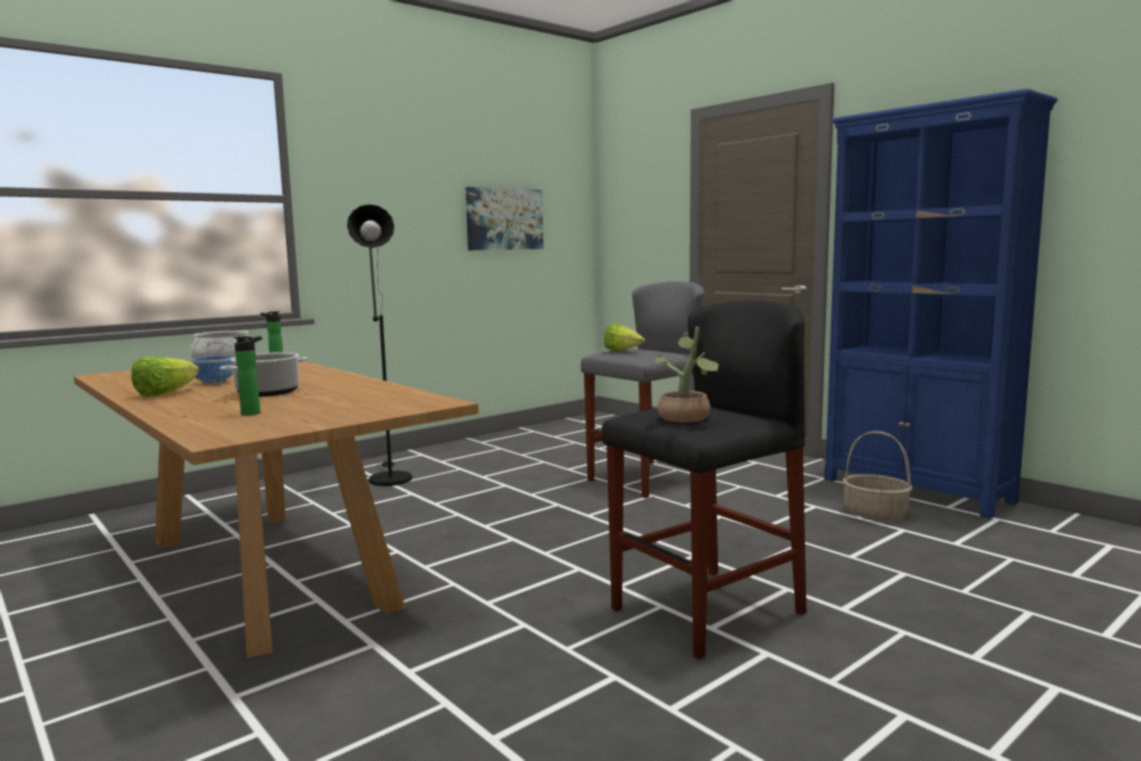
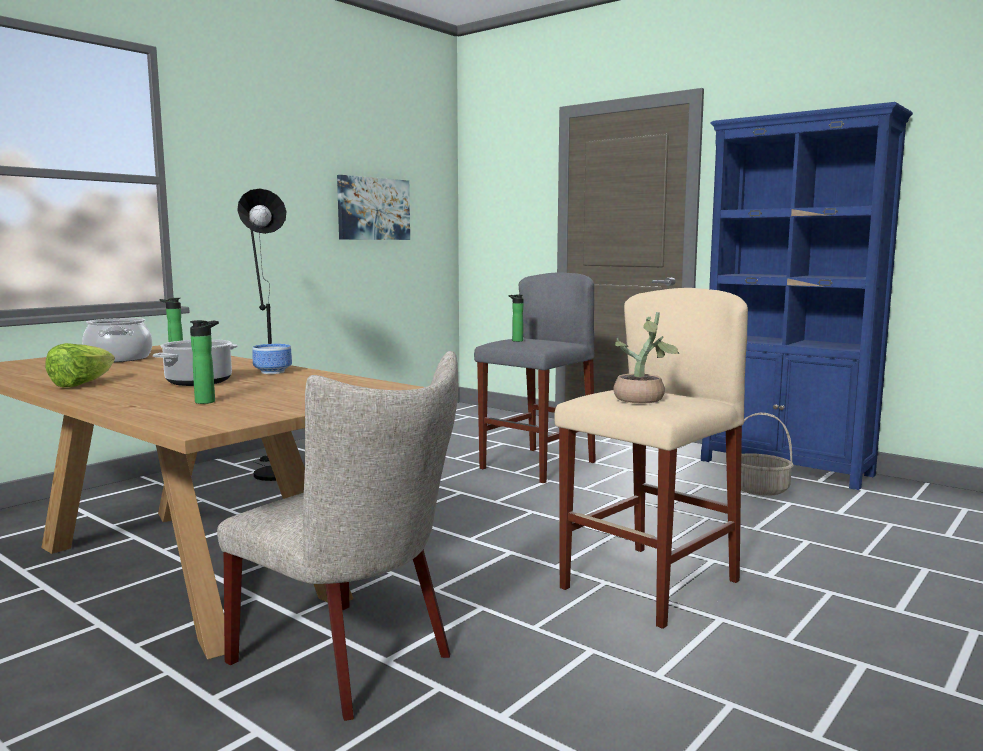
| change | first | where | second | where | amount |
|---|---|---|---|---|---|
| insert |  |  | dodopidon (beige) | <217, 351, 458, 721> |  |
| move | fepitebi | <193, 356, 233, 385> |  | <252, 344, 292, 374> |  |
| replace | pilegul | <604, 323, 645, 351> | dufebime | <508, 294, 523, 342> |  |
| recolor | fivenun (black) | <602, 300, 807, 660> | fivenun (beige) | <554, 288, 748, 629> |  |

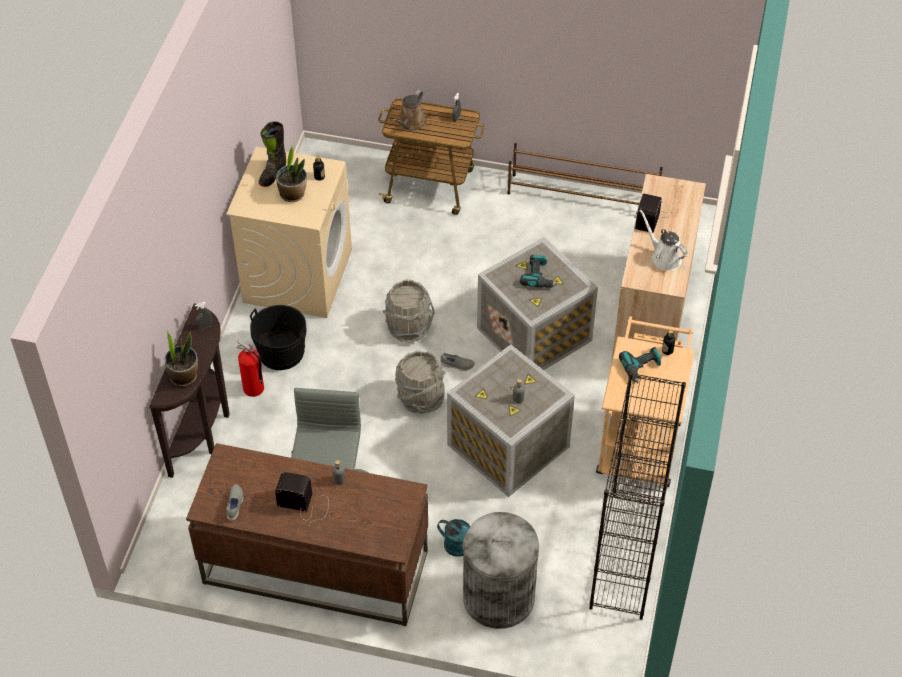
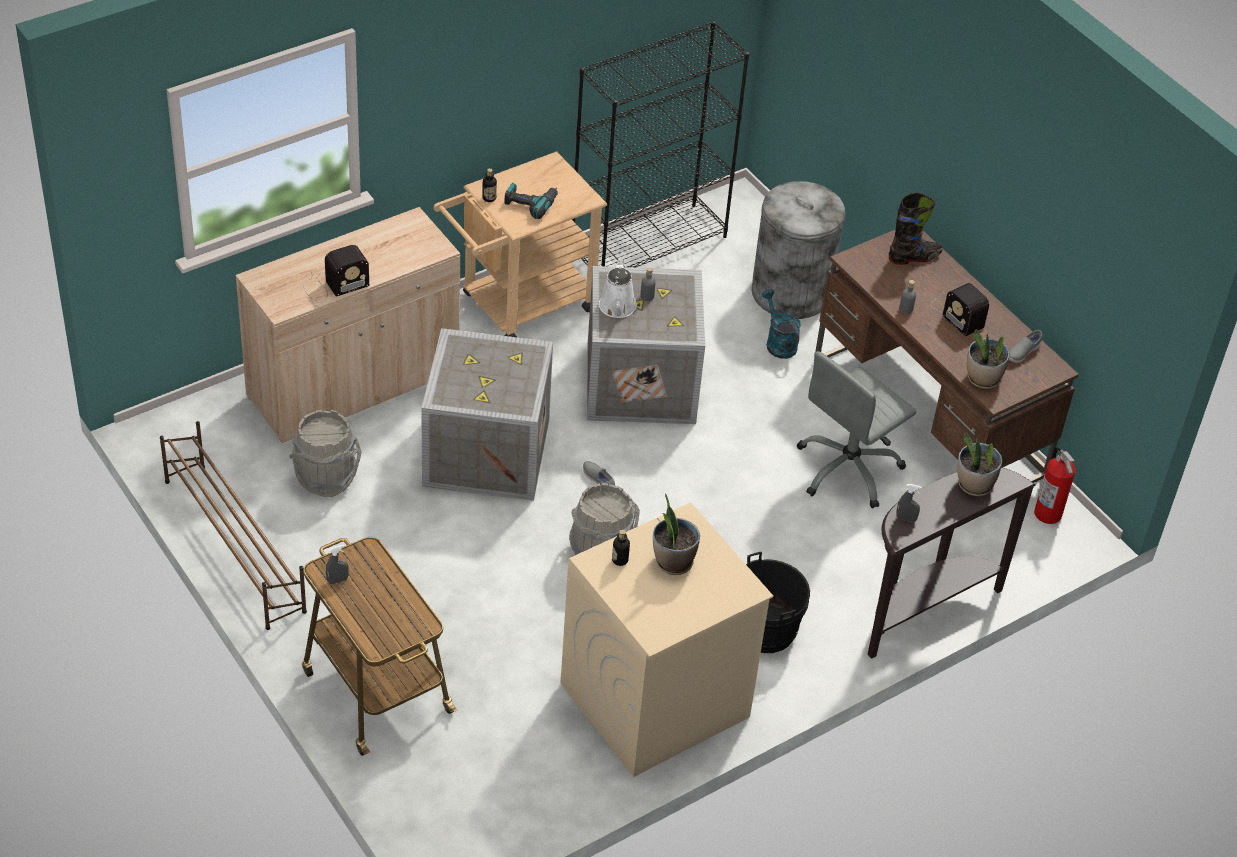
| change | first | where | second | where | amount |
|---|---|---|---|---|---|
| move | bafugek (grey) | <395, 351, 445, 414> |  | <289, 410, 362, 497> |  |
| move | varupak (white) | <639, 210, 688, 271> |  | <599, 260, 637, 318> |  |
| move | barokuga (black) | <258, 121, 286, 187> |  | <889, 192, 943, 265> |  |
| insert |  |  | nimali | <967, 330, 1010, 389> |  |
| move | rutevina | <236, 339, 264, 397> |  | <1034, 447, 1076, 524> |  |
| delete | varupak (brown) | <392, 90, 426, 131> |  |  |  |
| delete | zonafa | <520, 255, 557, 288> |  |  |  |

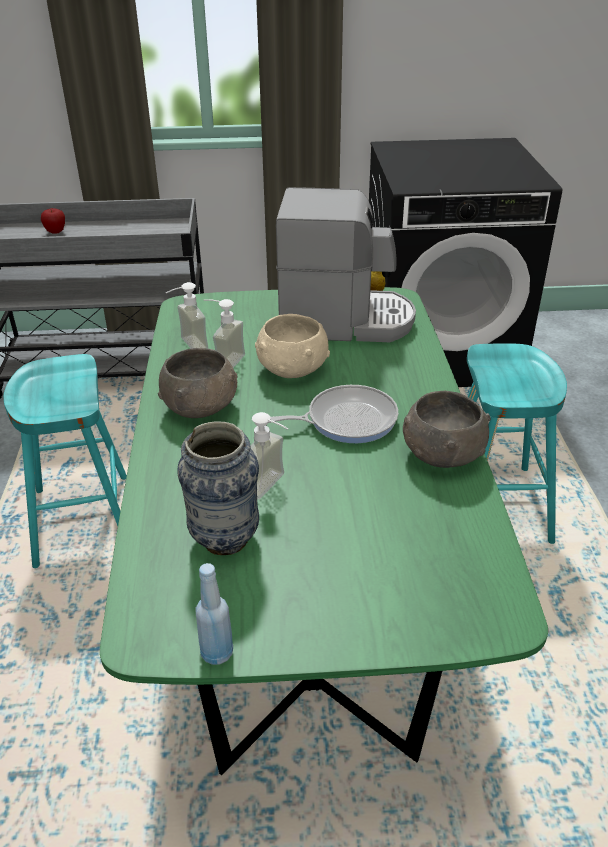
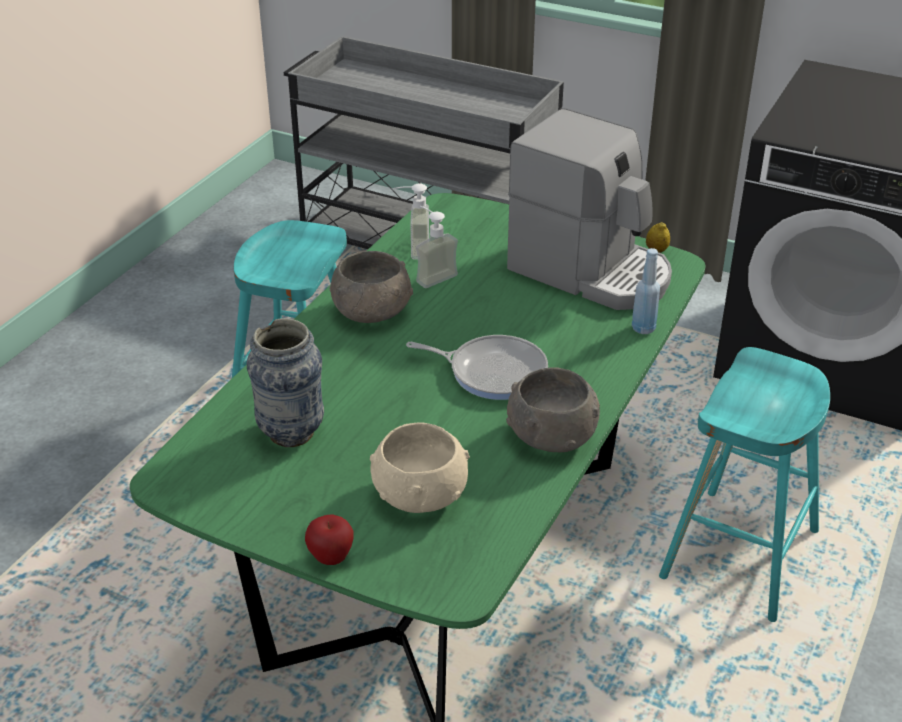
| change | first | where | second | where | amount |
|---|---|---|---|---|---|
| move | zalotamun | <41, 208, 65, 234> |  | <305, 514, 354, 565> |  |
| move | fepitebi (beige) | <255, 314, 330, 378> |  | <370, 422, 470, 513> |  |
| move | dufebime (blue) | <195, 563, 233, 665> |  | <632, 248, 660, 334> |  |
| delete | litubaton | <250, 412, 288, 499> |  |  |  |

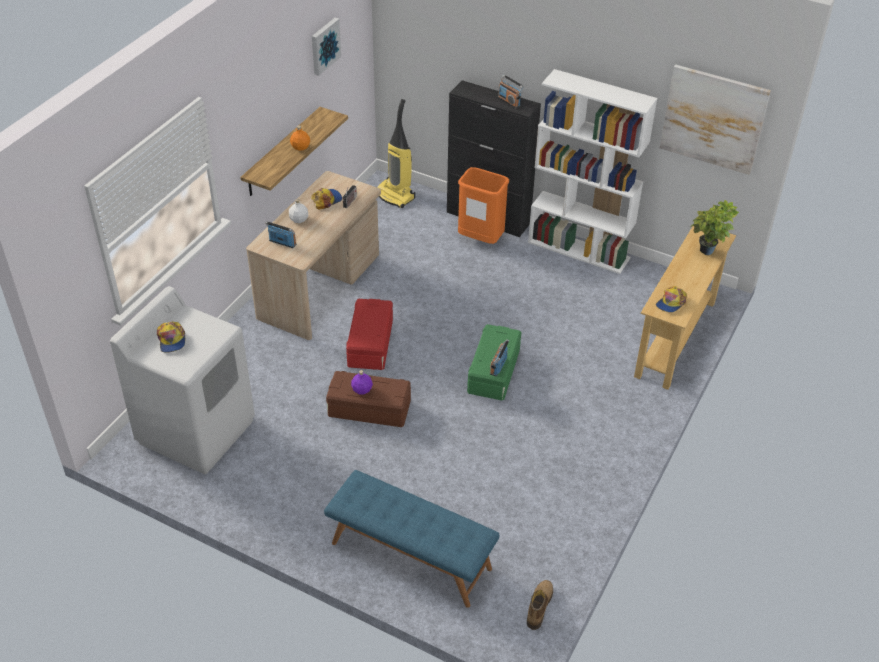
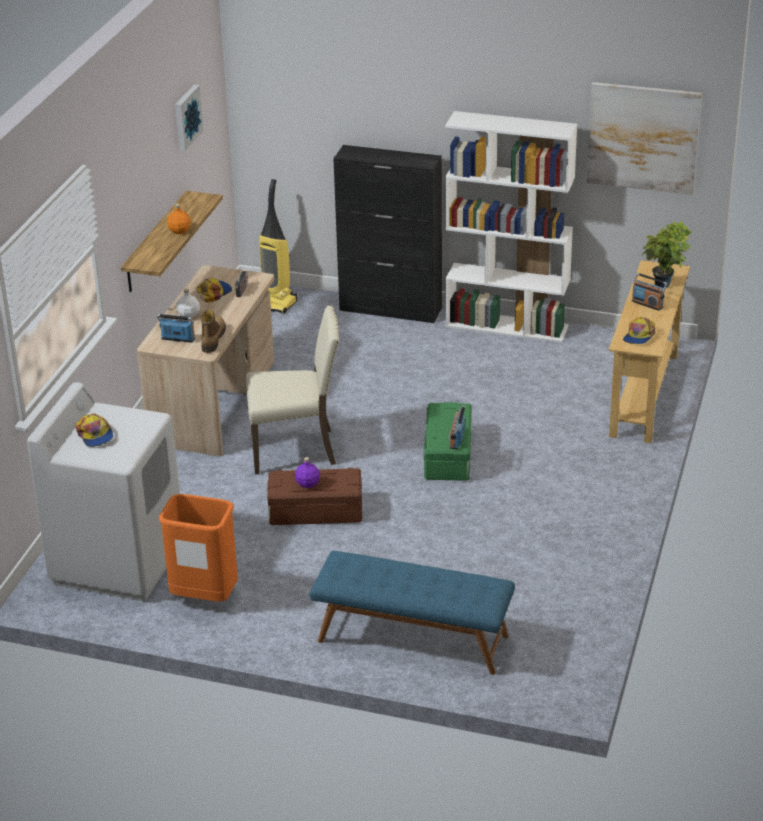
| change | first | where | second | where | amount |
|---|---|---|---|---|---|
| move | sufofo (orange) | <458, 167, 509, 244> |  | <159, 494, 238, 602> |  |
| move | barokuga | <527, 580, 553, 630> |  | <201, 310, 226, 353> |  |
| replace | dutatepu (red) | <346, 299, 393, 370> | dodopidon (beige) | <246, 306, 339, 474> |  |
| move | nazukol | <498, 75, 524, 108> |  | <632, 273, 667, 311> |  |

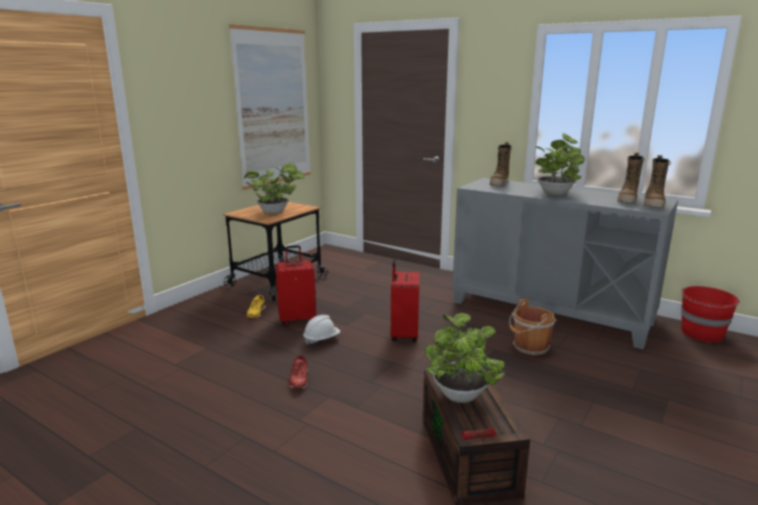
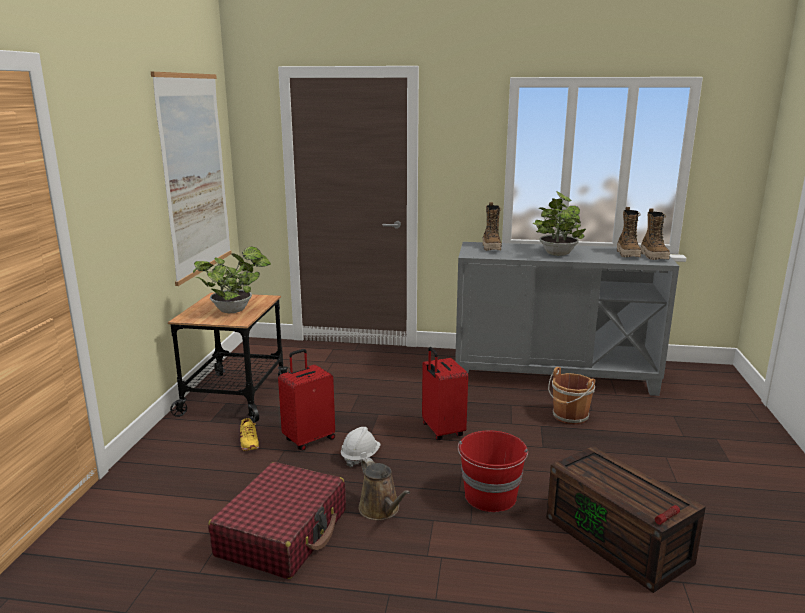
| change | first | where | second | where | amount |
|---|---|---|---|---|---|
| insert |  |  | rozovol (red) | <208, 462, 346, 579> |  |
| replace | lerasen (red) | <289, 355, 308, 389> | varupak (brown) | <359, 458, 410, 520> |  |
| move | bafugek (red) | <681, 286, 740, 342> |  | <458, 430, 528, 512> |  |
| delete | nimali | <425, 313, 505, 403> |  |  |  |

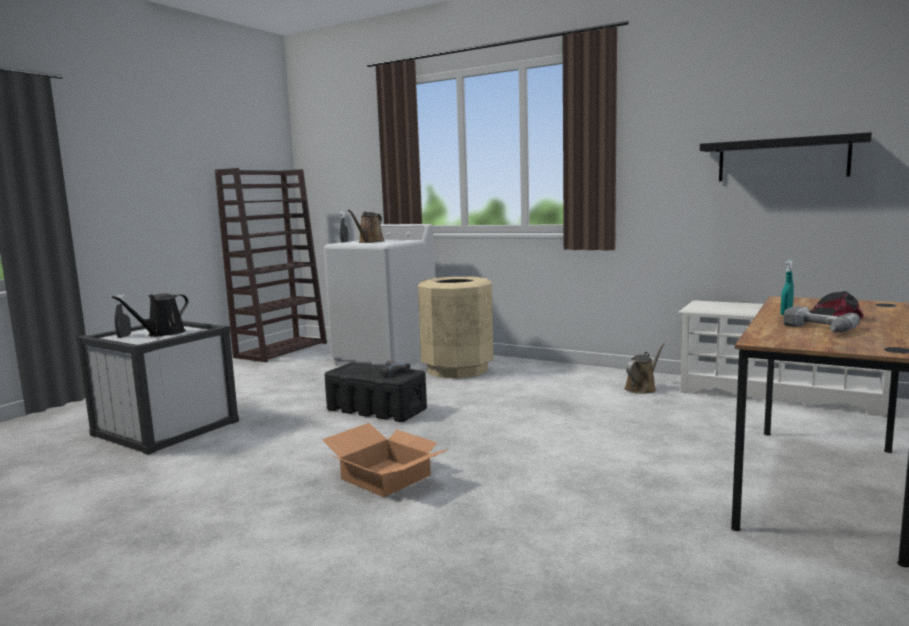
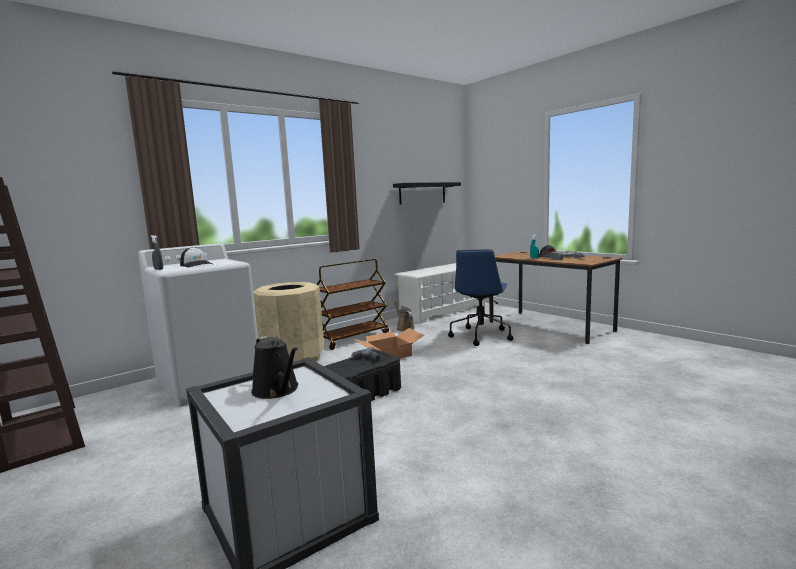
| change | first | where | second | where | amount |
|---|---|---|---|---|---|
| replace | varupak (brown) | <348, 210, 384, 243> | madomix | <180, 247, 213, 267> |  |
| insert |  |  | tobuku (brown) | <316, 259, 389, 350> |  |
| move | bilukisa | <322, 423, 449, 497> |  | <354, 328, 425, 358> |  |
| insert |  |  | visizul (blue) | <448, 249, 514, 346> |  |
| delete | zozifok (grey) | <115, 294, 131, 338> |  |  |  |

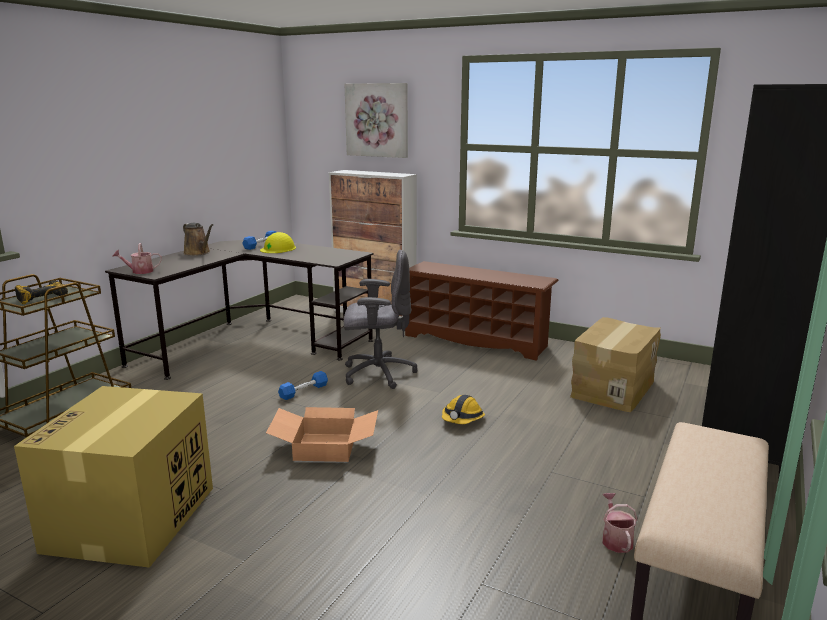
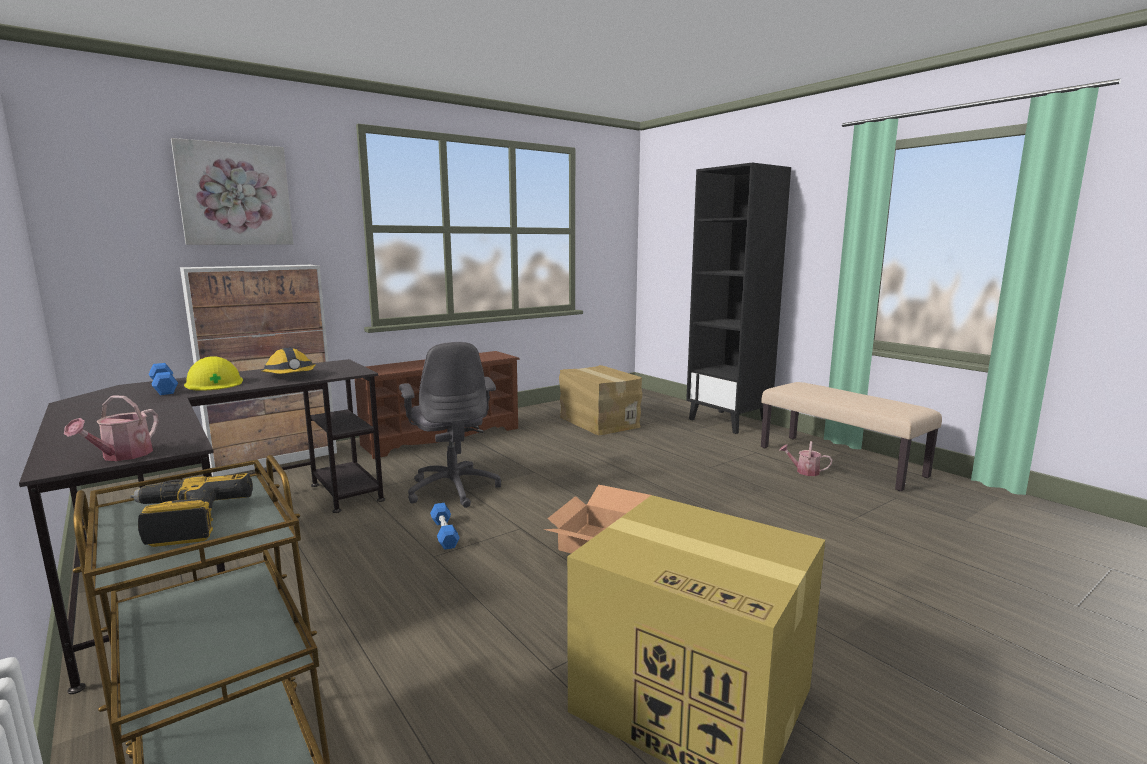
| change | first | where | second | where | amount |
|---|---|---|---|---|---|
| move | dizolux | <442, 395, 485, 424> |  | <261, 348, 316, 374> |  |
| rotate | visizul (grey) | <344, 250, 417, 389> |  | <399, 342, 501, 508> | 135 degrees clockwise |
| delete | varupak (brown) | <183, 223, 213, 256> |  |  |  |

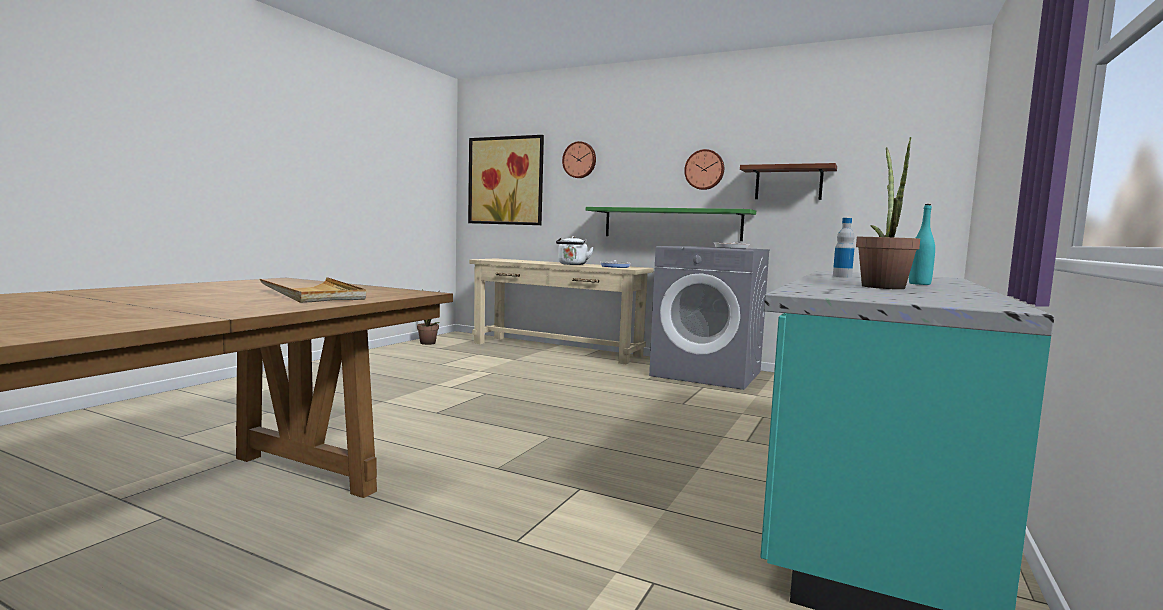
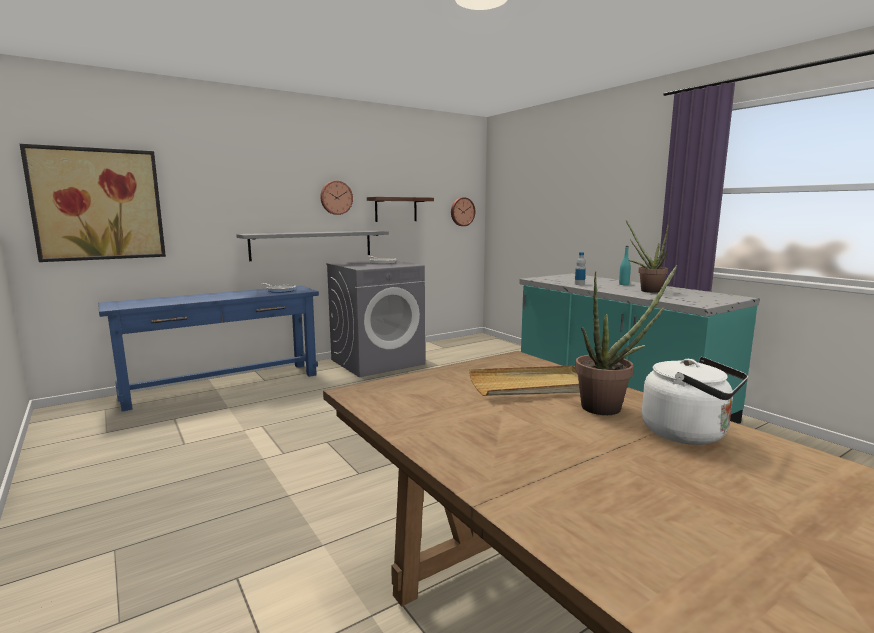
| change | first | where | second | where | amount |
|---|---|---|---|---|---|
| recolor | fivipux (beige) | <469, 258, 654, 364> | fivipux (blue) | <98, 286, 319, 411> |  |
| recolor | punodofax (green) | <586, 207, 756, 241> | punodofax (grey) | <236, 231, 389, 261> |  |
| move | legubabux | <562, 141, 596, 178> |  | <451, 197, 475, 226> |  |
| move | nimali | <417, 291, 440, 345> |  | <575, 265, 677, 415> |  |
| move | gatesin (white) | <556, 236, 594, 265> |  | <642, 357, 748, 445> |  |

